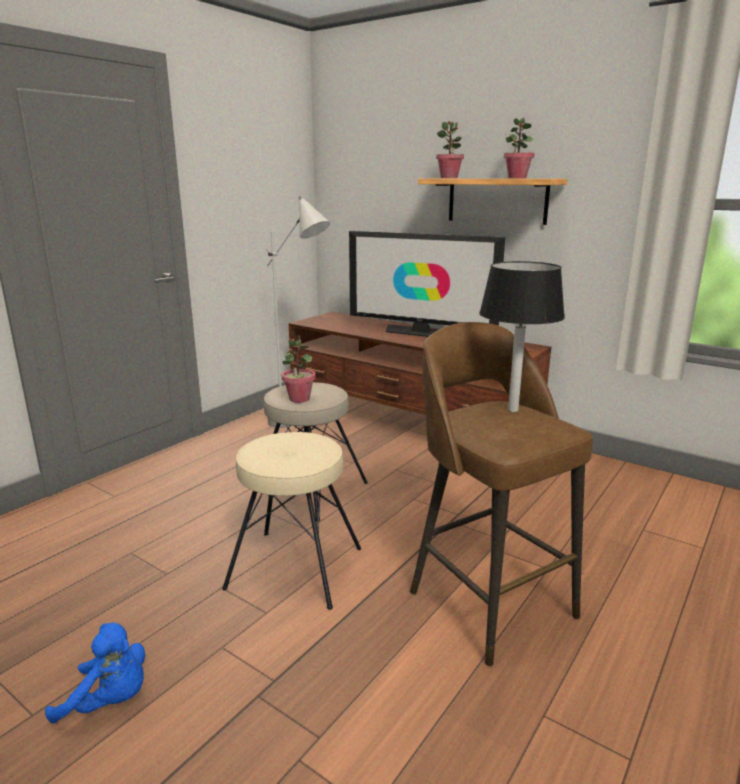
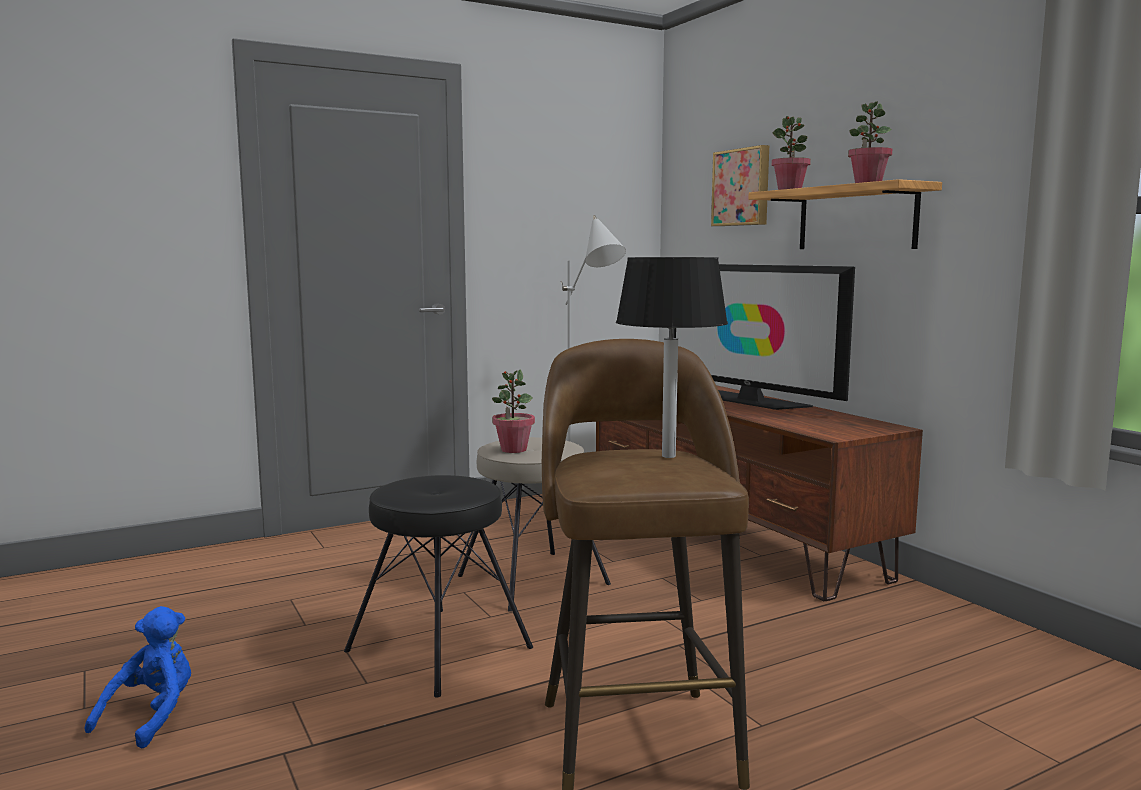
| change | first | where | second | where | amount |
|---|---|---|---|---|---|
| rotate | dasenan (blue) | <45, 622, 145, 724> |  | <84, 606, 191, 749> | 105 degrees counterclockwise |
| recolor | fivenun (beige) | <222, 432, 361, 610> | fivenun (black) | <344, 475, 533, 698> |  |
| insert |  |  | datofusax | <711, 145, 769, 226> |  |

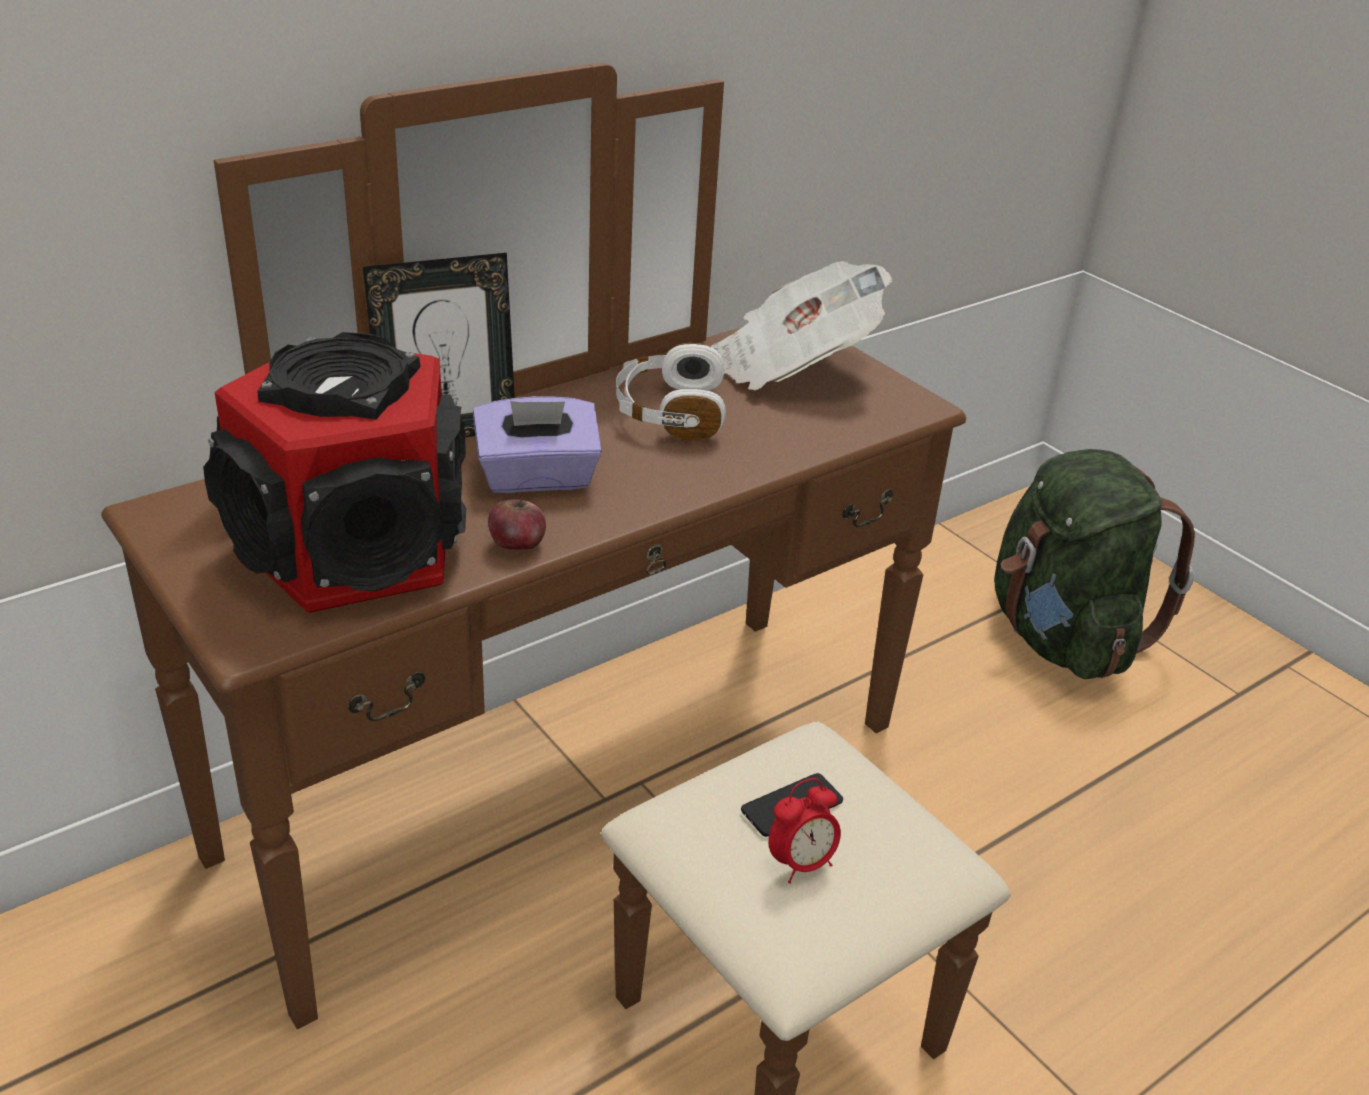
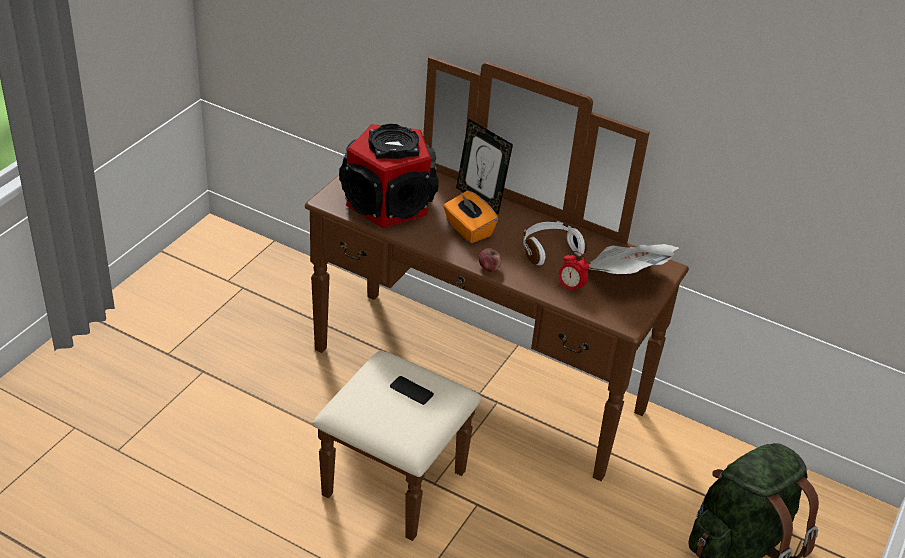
| change | first | where | second | where | amount |
|---|---|---|---|---|---|
| recolor | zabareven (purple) | <473, 396, 602, 493> | zabareven (orange) | <443, 190, 498, 243> |  |
| move | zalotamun | <488, 498, 546, 550> |  | <479, 248, 502, 272> |  |
| move | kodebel | <768, 778, 841, 883> |  | <558, 251, 589, 295> |  |

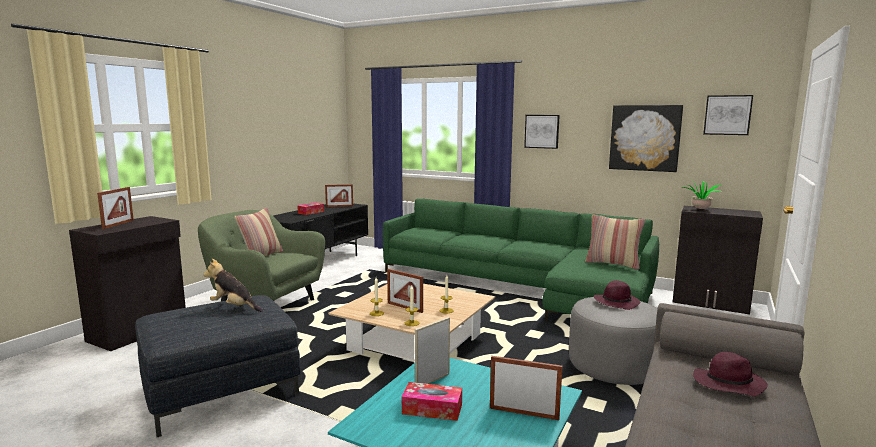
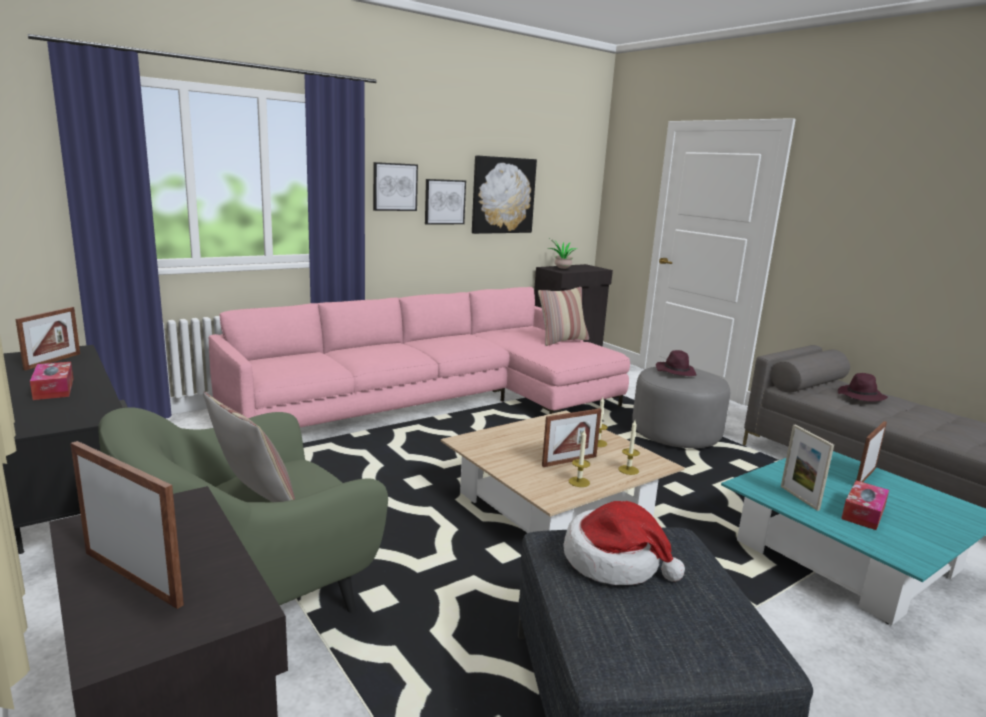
| change | first | where | second | where | amount |
|---|---|---|---|---|---|
| recolor | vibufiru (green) | <383, 199, 659, 321> | vibufiru (pink) | <209, 287, 630, 427> |  |
| move | datofusax | <703, 95, 753, 135> |  | <425, 179, 466, 225> |  |
| replace | dasenan | <204, 259, 263, 312> | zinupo | <564, 501, 685, 585> |  |

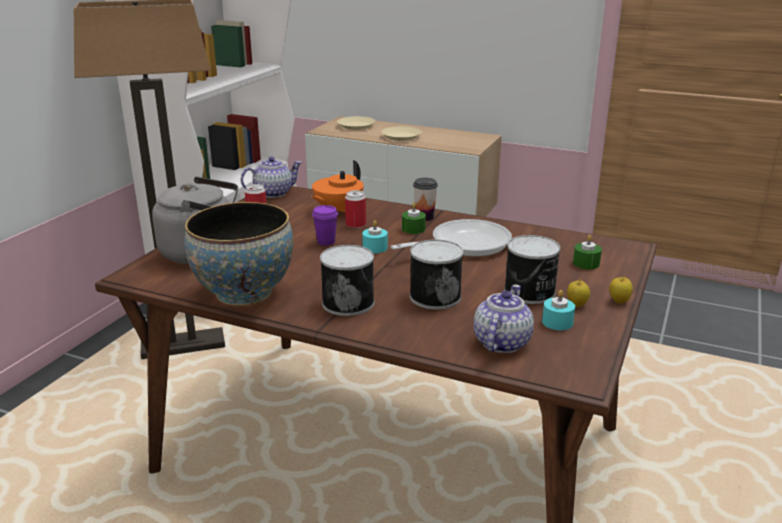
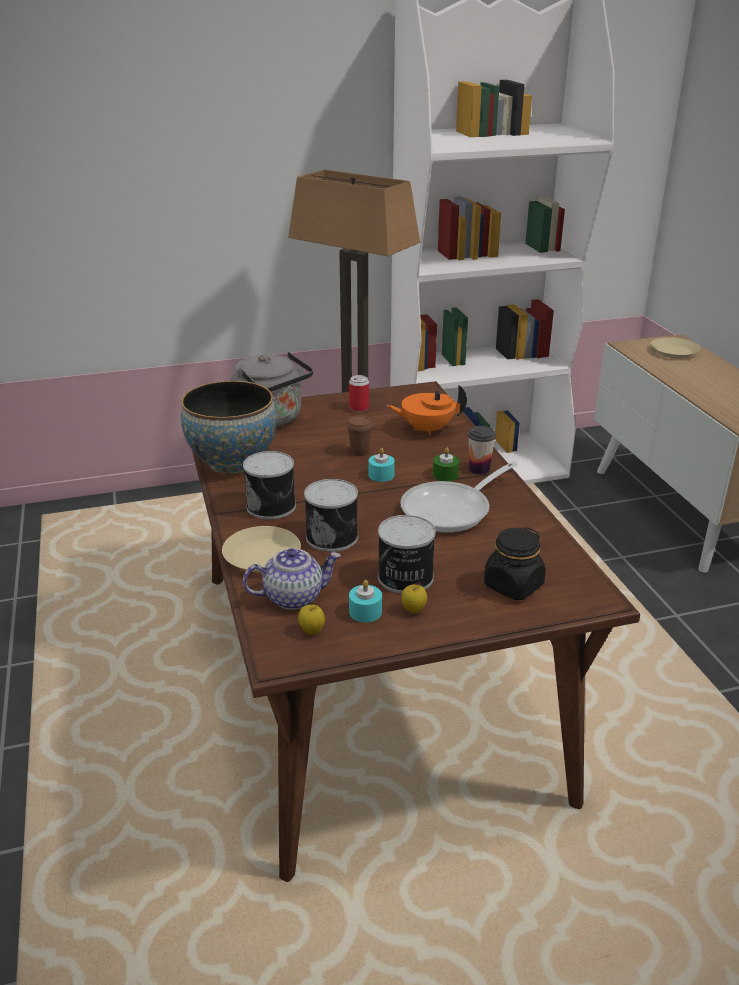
| change | first | where | second | where | amount |
|---|---|---|---|---|---|
| move | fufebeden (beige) | <381, 126, 422, 141> |  | <222, 526, 301, 572> |  |
| move | zalotamun | <609, 276, 633, 304> |  | <298, 605, 325, 635> |  |
| recolor | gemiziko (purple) | <312, 205, 338, 246> | gemiziko (brown) | <347, 415, 373, 456> |  |
| rotate | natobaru | <391, 219, 512, 257> |  | <400, 461, 518, 533> | 120 degrees clockwise |
| replace | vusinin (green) | <573, 235, 602, 270> | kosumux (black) | <484, 527, 546, 600> |  |
| delete | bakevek | <241, 157, 302, 198> |  |  |  |
| delete | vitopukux | <345, 190, 366, 228> |  |  |  |

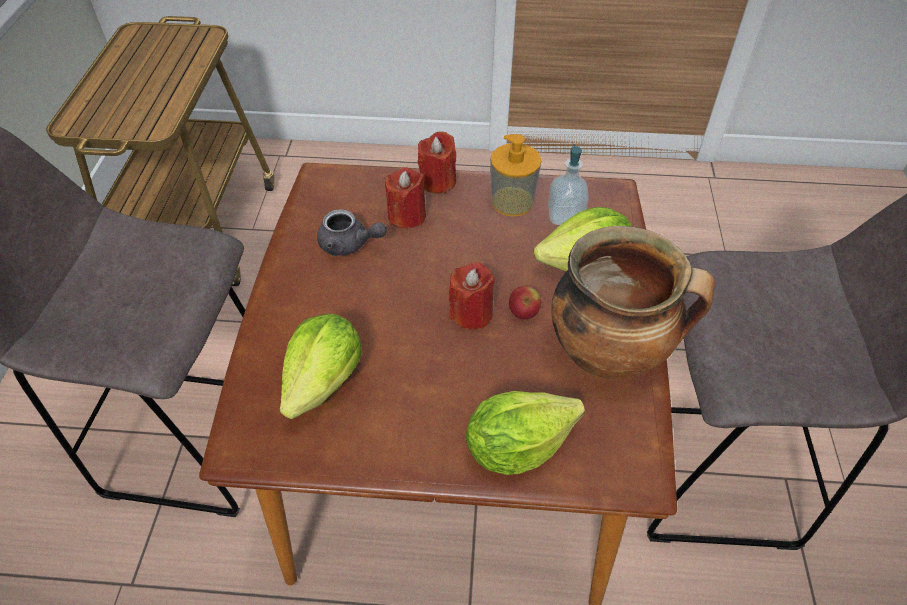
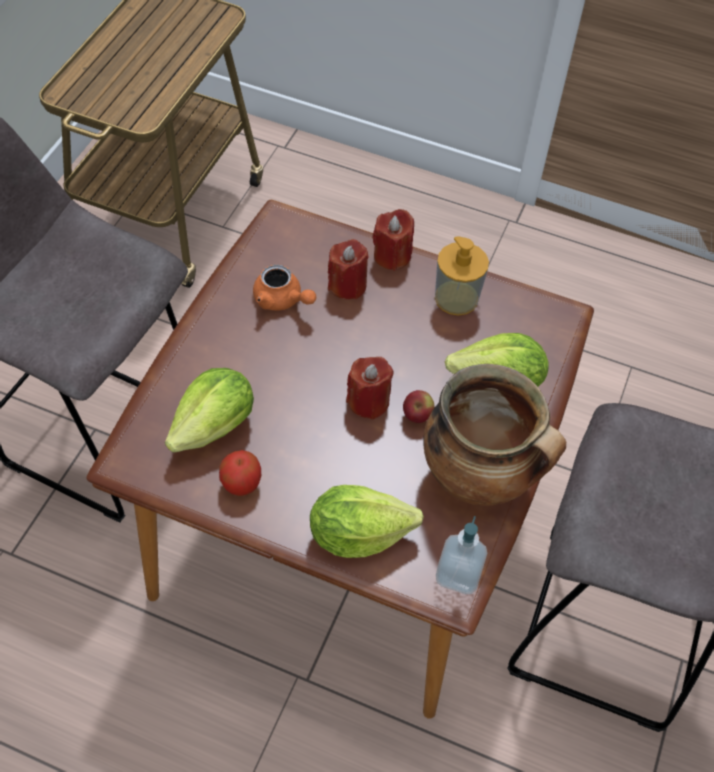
| change | first | where | second | where | amount |
|---|---|---|---|---|---|
| insert |  |  | zalotamun | <219, 450, 261, 496> |  |
| recolor | bakevek (grey) | <317, 209, 386, 256> | bakevek (orange) | <253, 264, 316, 311> |  |
| move | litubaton | <548, 144, 589, 225> |  | <436, 516, 487, 594> |  |

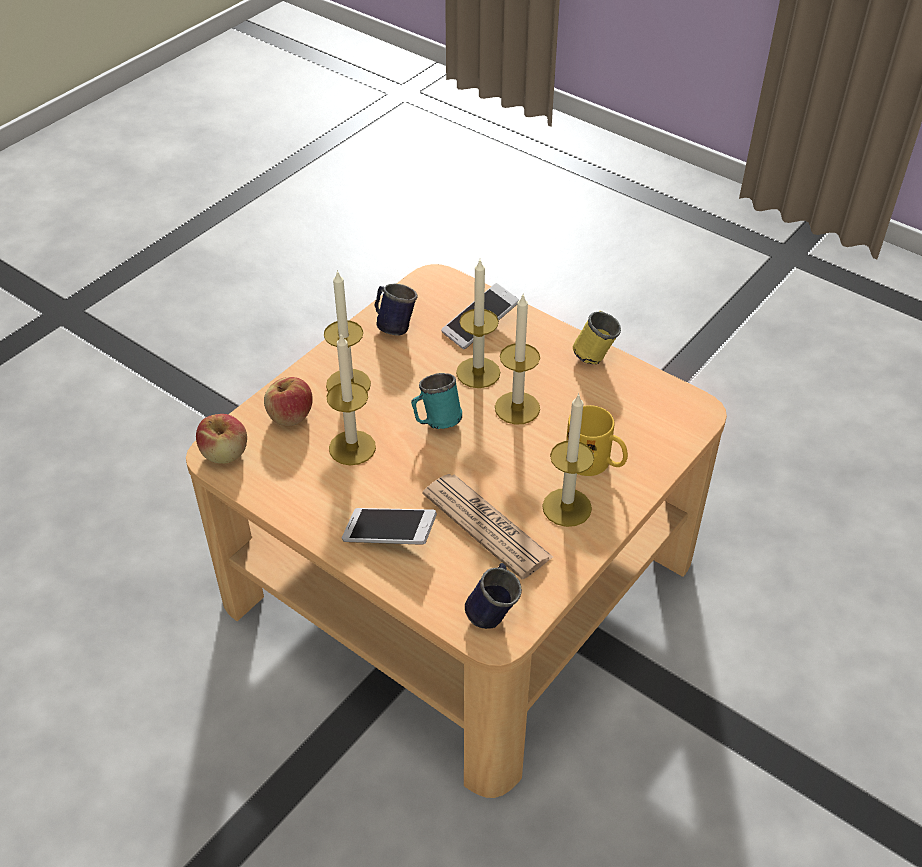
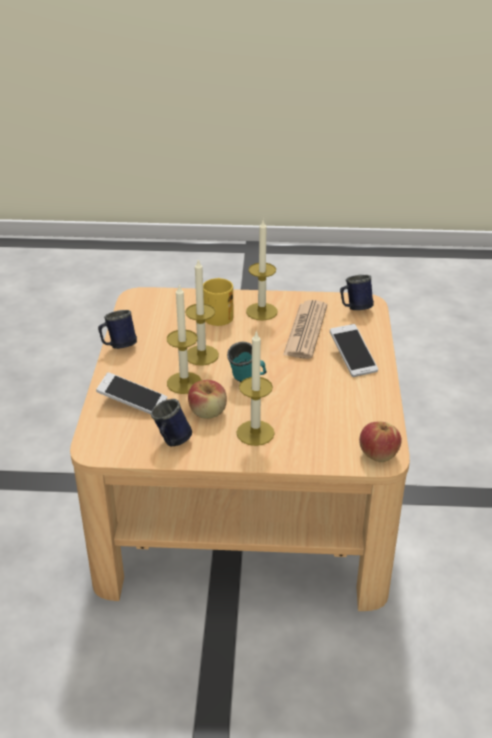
| change | first | where | second | where | amount |
|---|---|---|---|---|---|
| recolor | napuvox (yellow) | <572, 311, 621, 364> | napuvox (blue) | <98, 310, 137, 349> |  |
| move | zalotamun | <264, 377, 313, 426> |  | <188, 380, 227, 419> |  |
| delete | vusinin | <327, 333, 376, 465> |  |  |  |

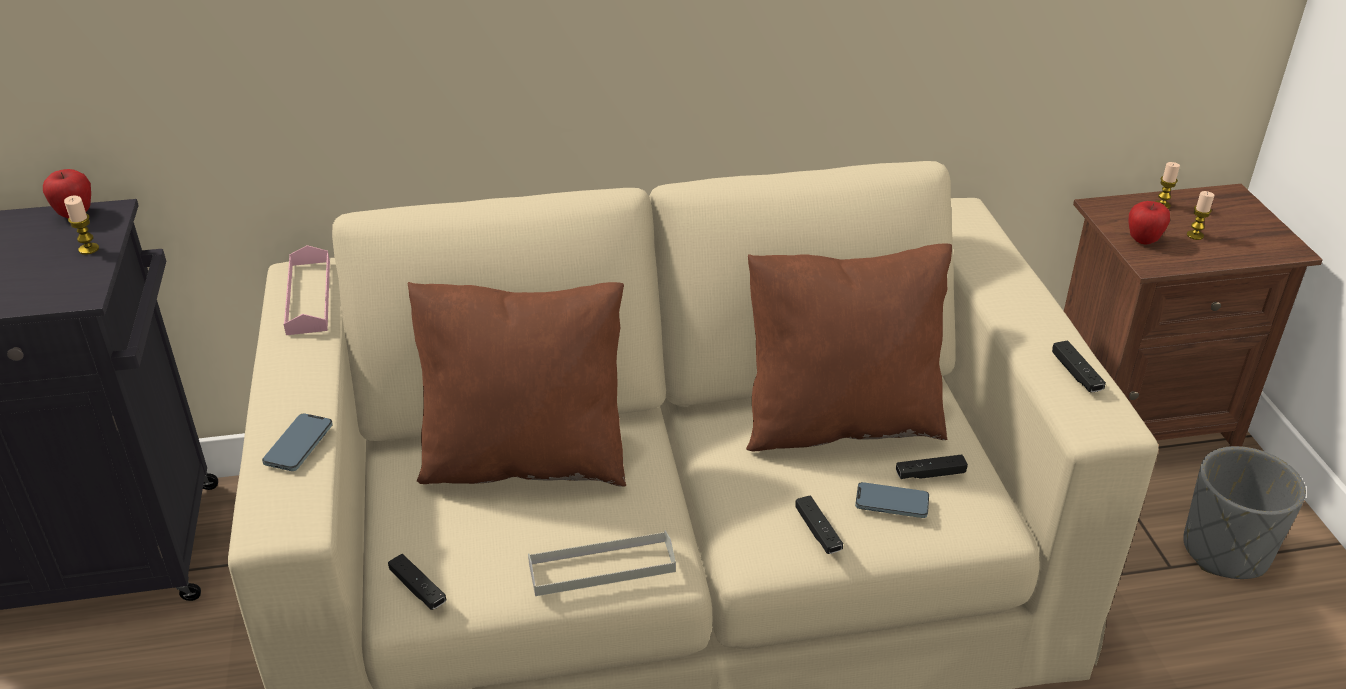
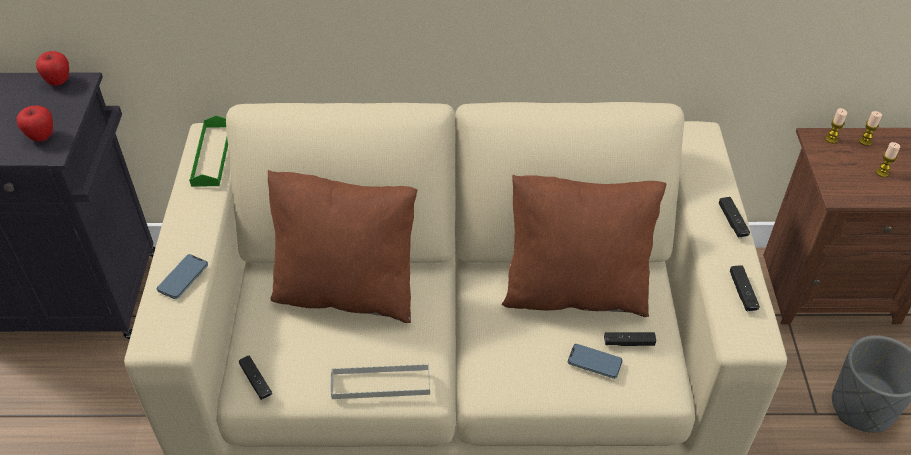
| change | first | where | second | where | amount |
|---|---|---|---|---|---|
| move | zalotamun | <1128, 201, 1170, 245> |  | <17, 106, 53, 141> |  |
| recolor | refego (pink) | <283, 245, 330, 335> | refego (green) | <189, 115, 228, 187> |  |
| move | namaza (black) | <795, 496, 843, 554> |  | <719, 197, 750, 238> |  |
| move | vusinin | <64, 195, 99, 255> |  | <825, 108, 847, 143> |  |

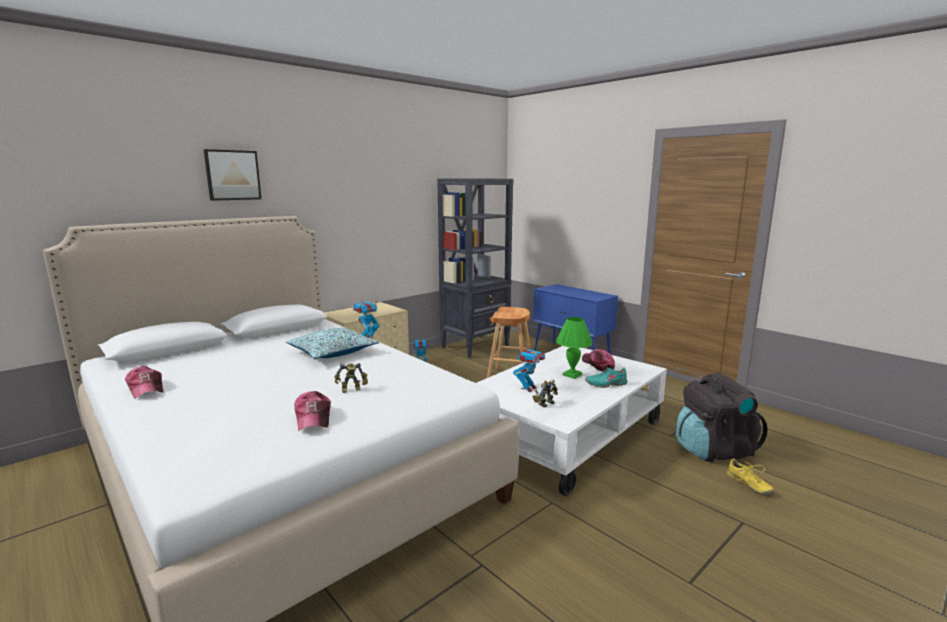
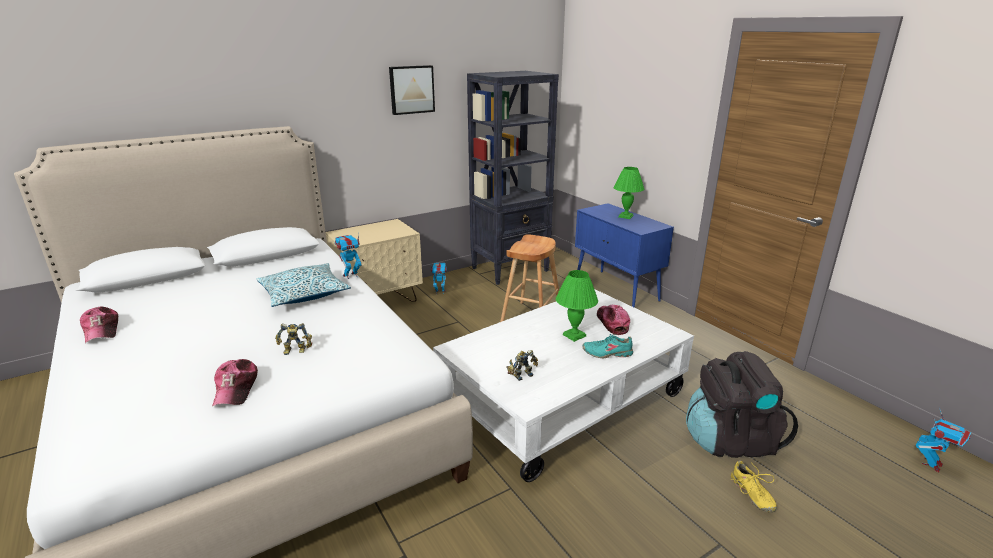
| change | first | where | second | where | amount |
|---|---|---|---|---|---|
| move | datofusax | <204, 149, 262, 201> |  | <389, 65, 435, 115> |  |
| insert |  |  | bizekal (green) | <613, 167, 644, 219> |  |
| move | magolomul | <513, 340, 545, 392> |  | <916, 408, 971, 472> |  |

